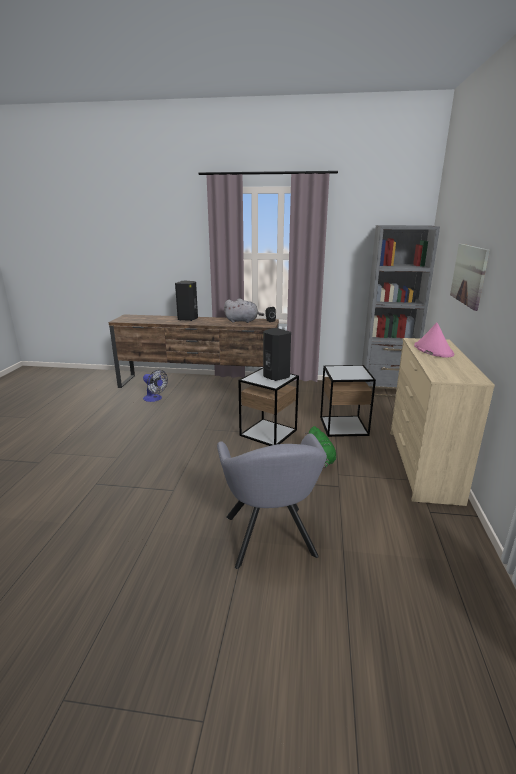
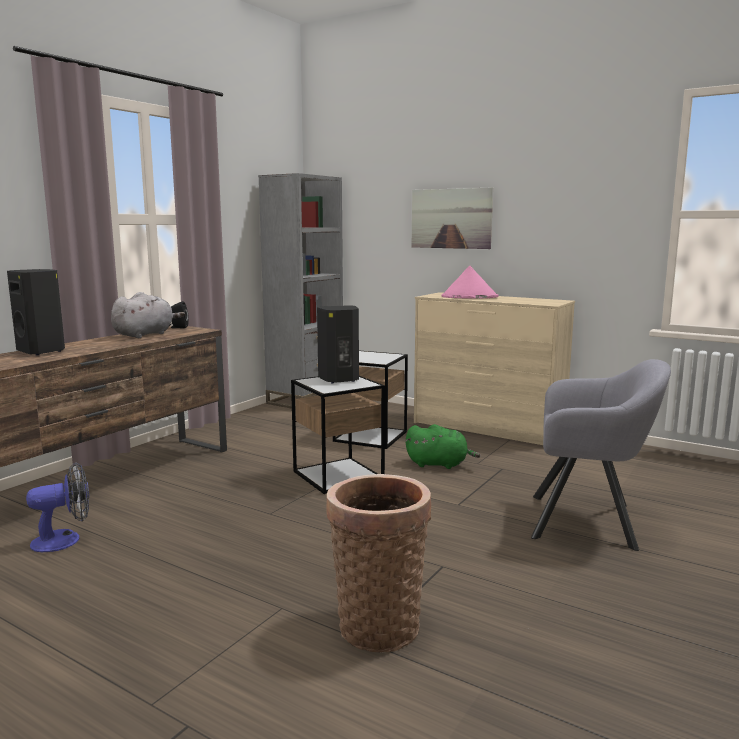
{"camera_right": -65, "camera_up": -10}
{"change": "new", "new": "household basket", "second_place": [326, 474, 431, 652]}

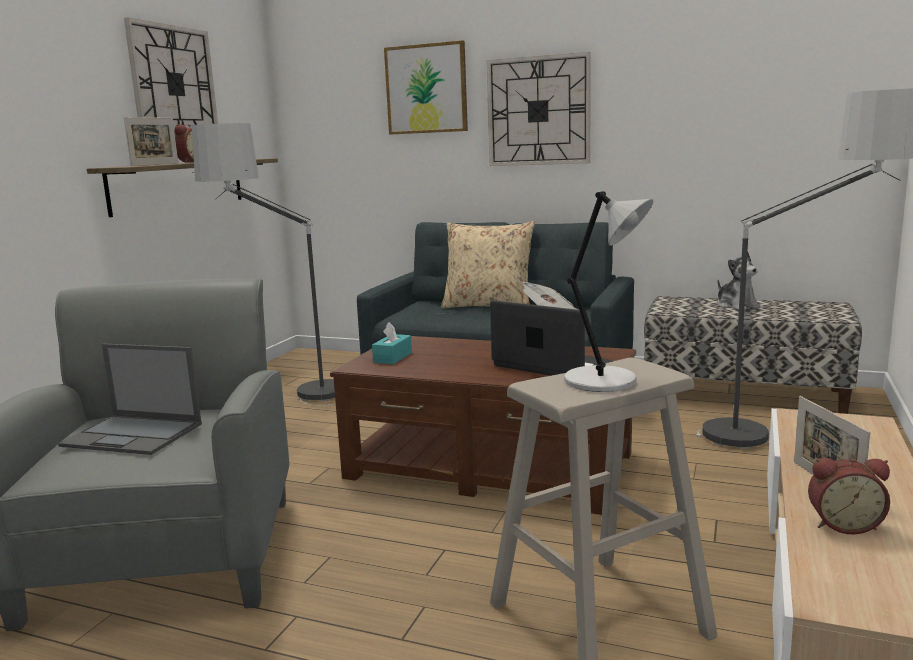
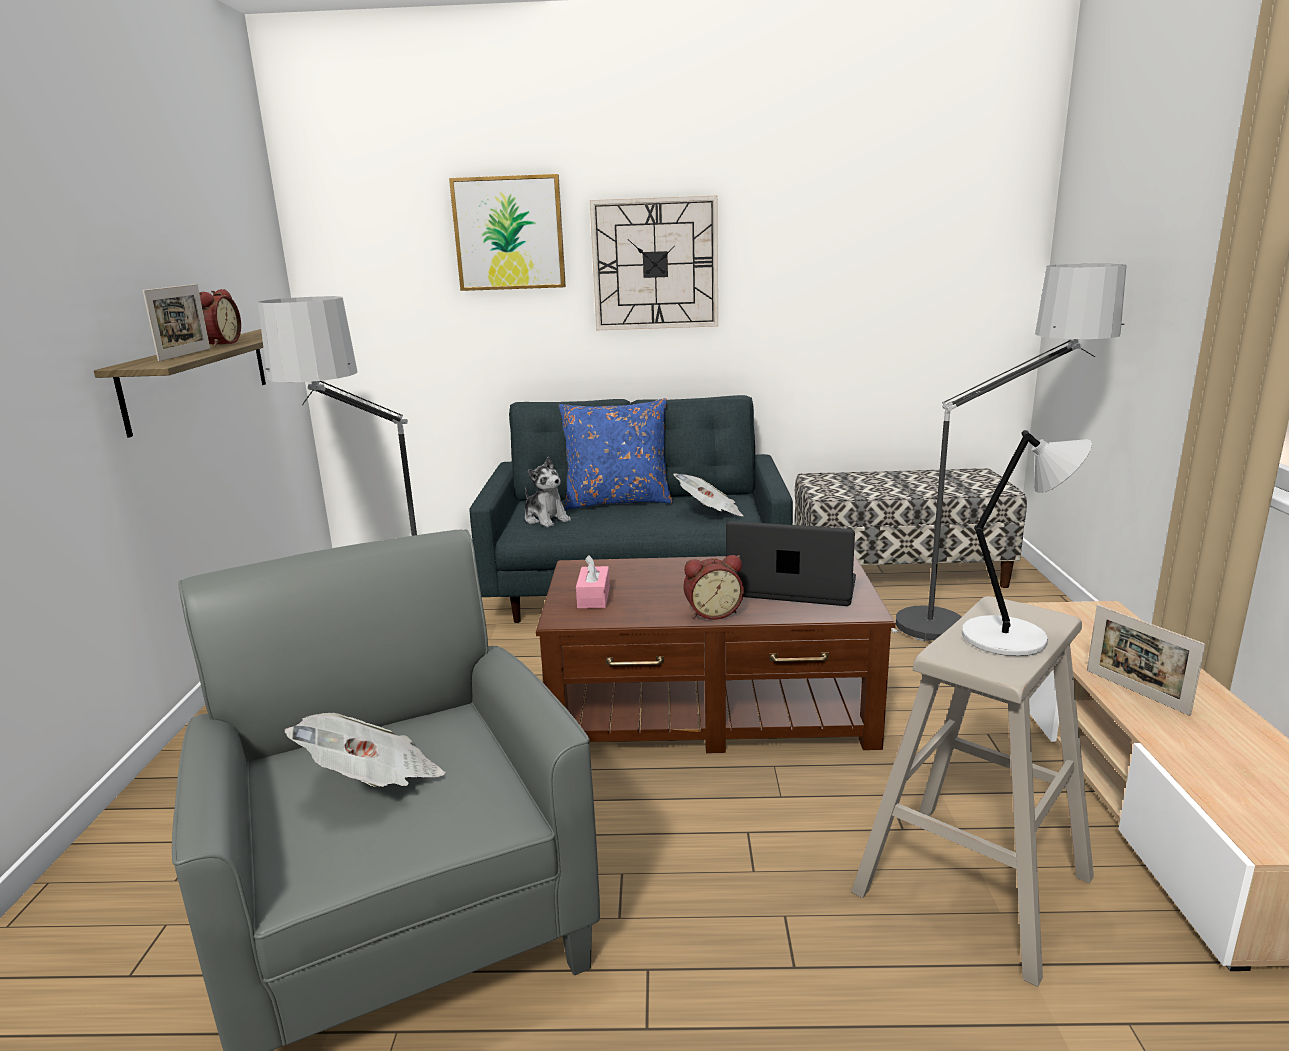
{"camera_right": -20, "camera_up": 5}
{"change": "gone", "old": "wall clock", "first_place": [124, 17, 218, 132]}
{"change": "repainted", "old": "cushion (beige)", "new": "cushion (bluish)", "first_place": [441, 221, 535, 308], "second_place": [559, 398, 673, 510]}
{"change": "shifted", "old": "soft toy", "first_place": [717, 251, 761, 310], "second_place": [525, 456, 571, 527]}
{"change": "repainted", "old": "tissue holder (turquoise)", "new": "tissue holder (pink-coloured)", "first_place": [372, 322, 412, 364], "second_place": [576, 555, 610, 609]}
{"change": "swapped", "old": "notebook computer", "new": "daily paper", "first_place": [58, 344, 202, 455], "second_place": [285, 713, 445, 788]}
{"change": "shifted", "old": "bedside clock", "first_place": [808, 458, 890, 534], "second_place": [684, 555, 744, 620]}

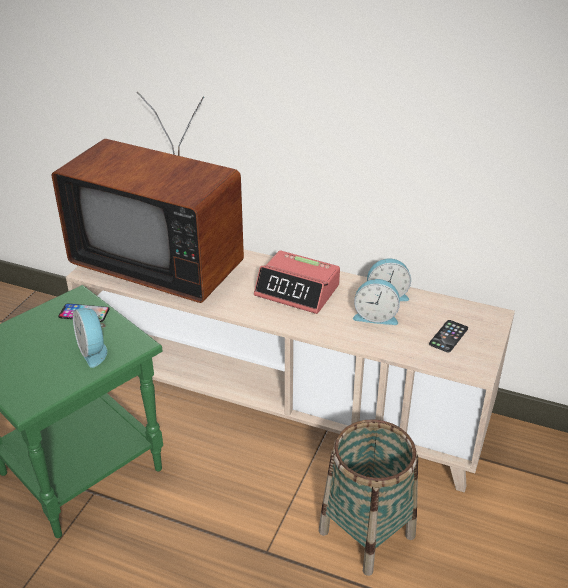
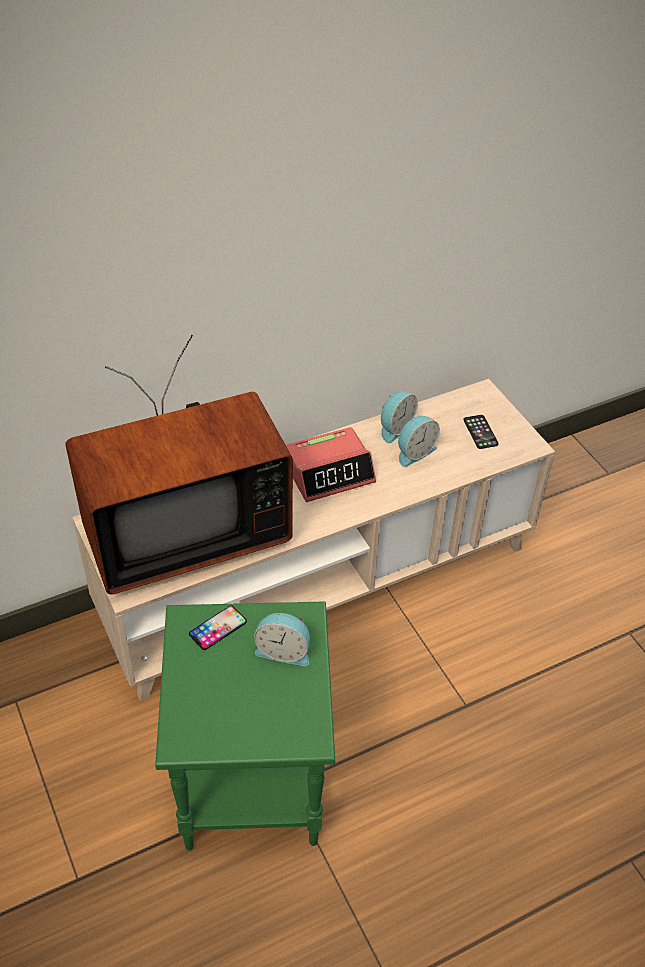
{"camera_right": -50, "camera_up": 10}
{"change": "gone", "old": "household basket", "first_place": [319, 419, 418, 576]}

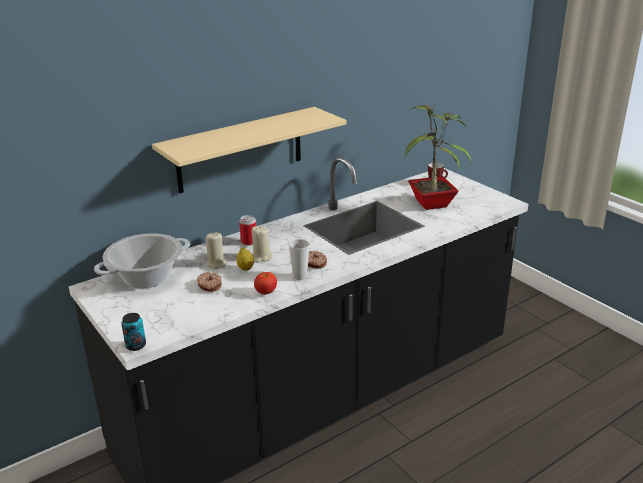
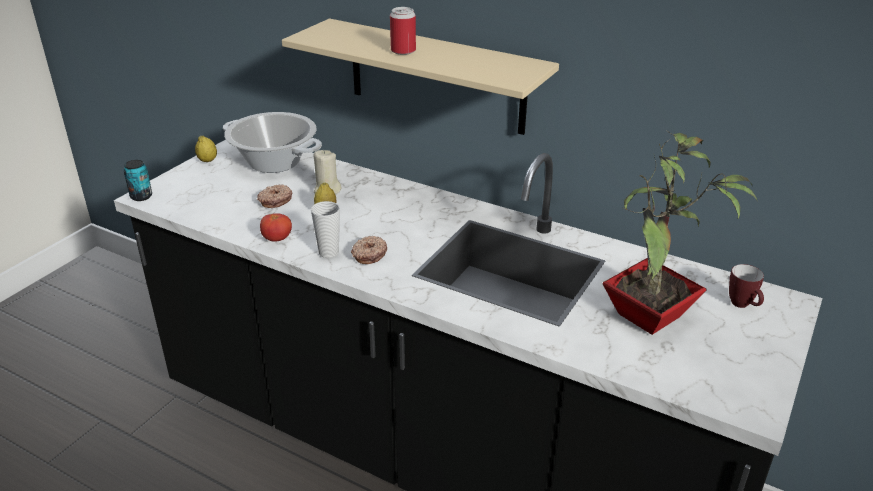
{"camera_right": 65, "camera_up": 5}
{"change": "shifted", "old": "metal can", "first_place": [239, 215, 256, 245], "second_place": [390, 7, 416, 55]}
{"change": "gone", "old": "wax candle (beige)", "first_place": [252, 226, 273, 263]}
{"change": "new", "new": "lemon", "second_place": [195, 136, 217, 162]}

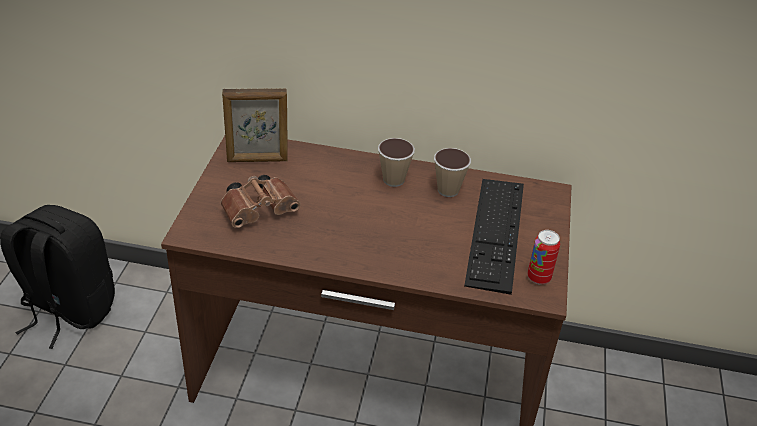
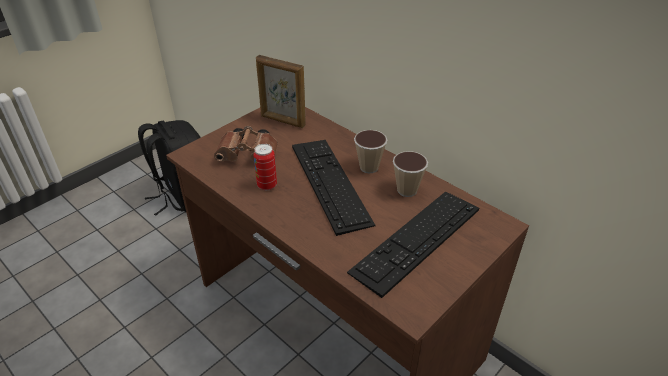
{"camera_right": 35, "camera_up": 0}
{"change": "shifted", "old": "metal can", "first_place": [527, 230, 560, 285], "second_place": [253, 144, 277, 191]}
{"change": "new", "new": "keyboard", "second_place": [292, 140, 375, 236]}

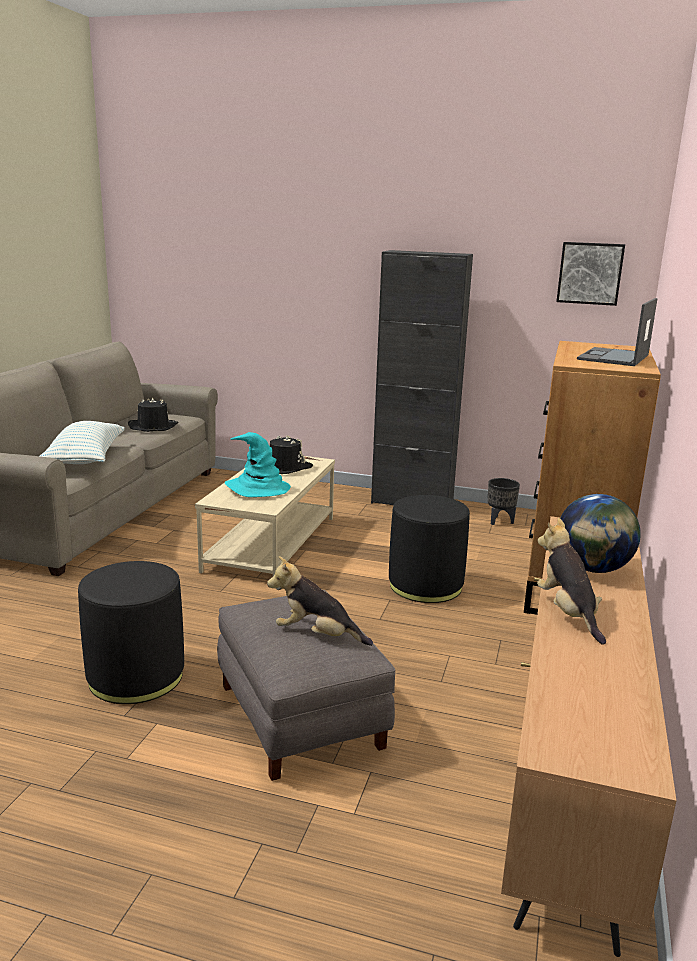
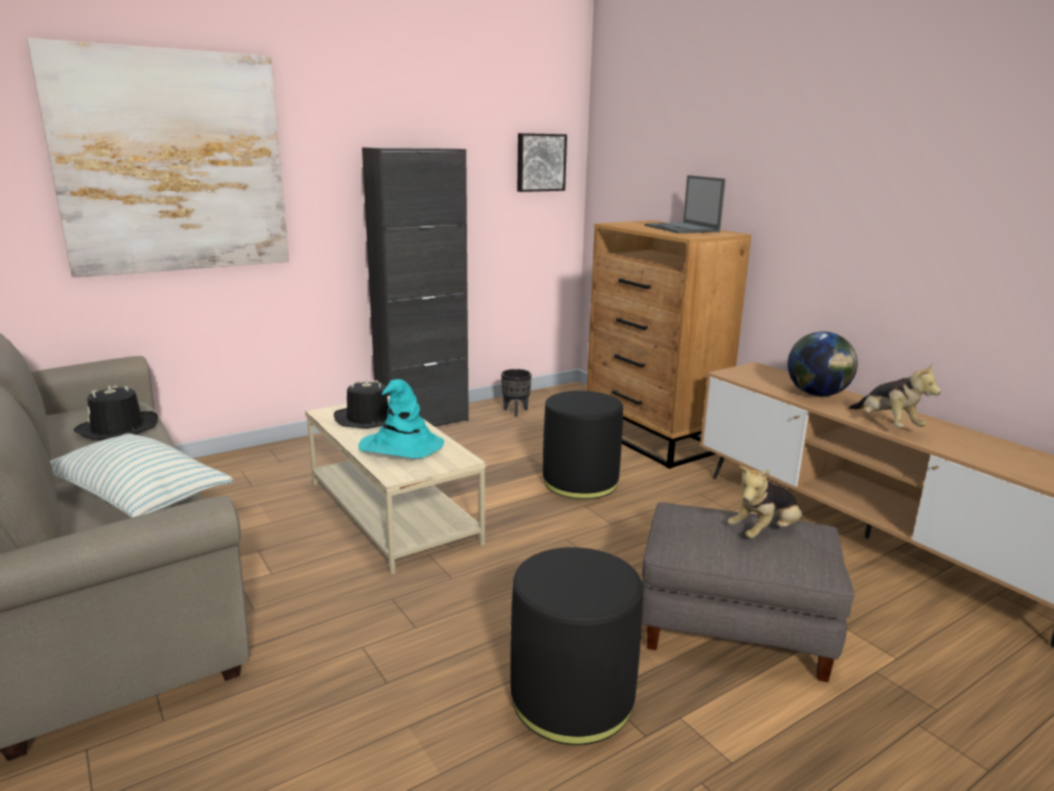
{"camera_right": -50, "camera_up": 0}
{"change": "rotated", "old": "soft toy", "first_place": [537, 518, 606, 645], "second_place": [849, 363, 941, 427], "degrees": -135}
{"change": "new", "new": "wall art", "second_place": [27, 38, 289, 278]}

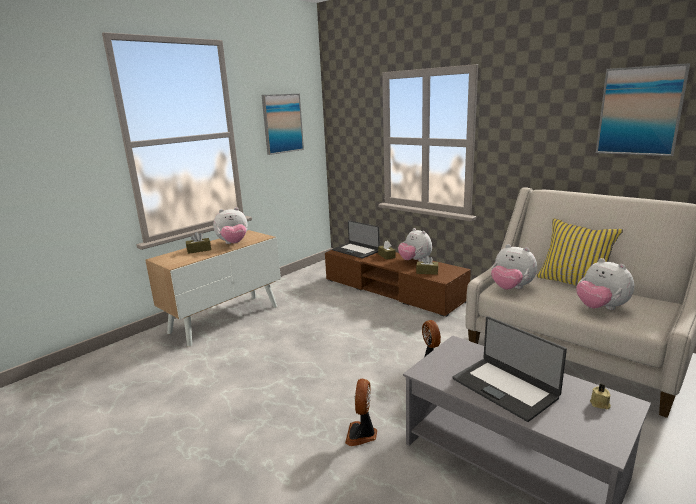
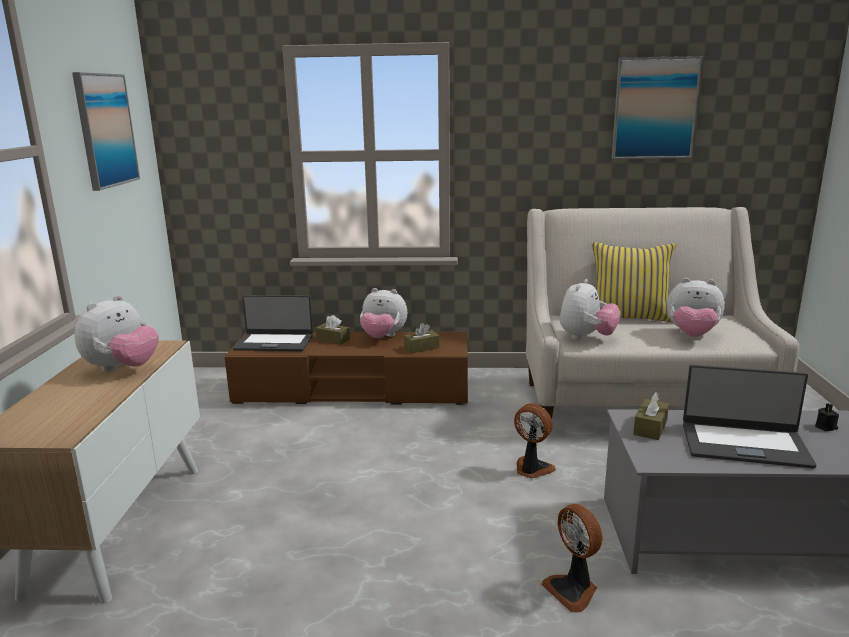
{"camera_right": -40, "camera_up": 0}
{"change": "shifted", "old": "tissue holder (brown)", "first_place": [186, 232, 211, 254], "second_place": [633, 392, 669, 440]}
{"change": "rotated", "old": "soft toy", "first_place": [491, 244, 537, 290], "second_place": [560, 279, 621, 340], "degrees": -60}
{"change": "repainted", "old": "wax candle (beige)", "new": "wax candle (blackish)", "first_place": [590, 384, 611, 409], "second_place": [815, 404, 839, 431]}

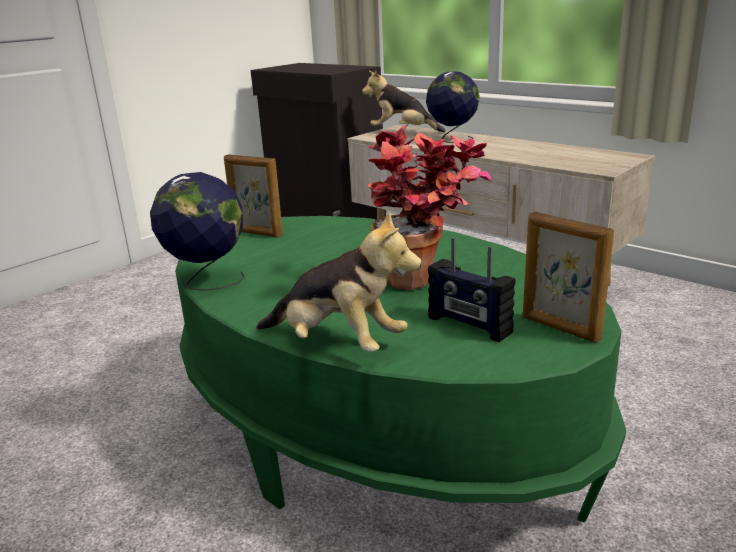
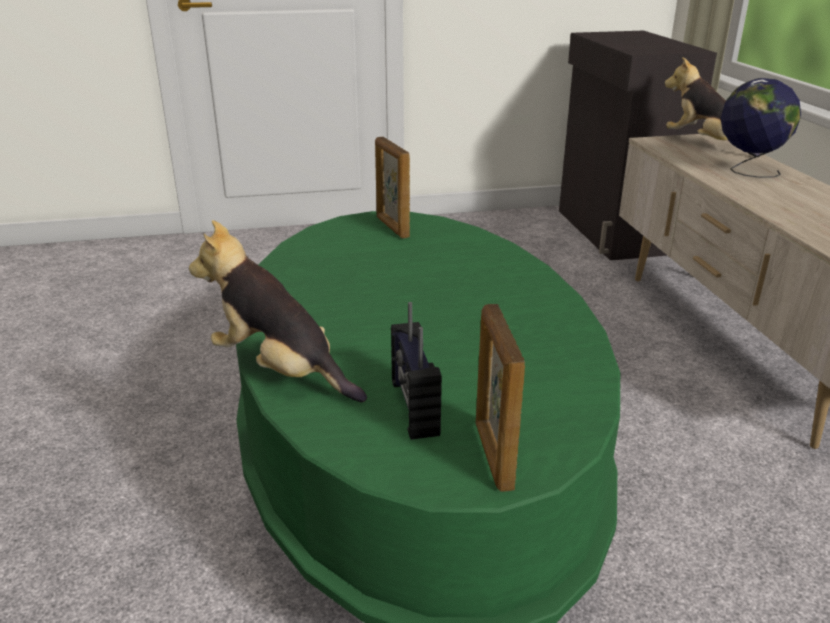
{"camera_right": 35, "camera_up": 5}
{"change": "gone", "old": "houseplant", "first_place": [367, 124, 491, 290]}
{"change": "gone", "old": "globe", "first_place": [150, 172, 245, 291]}
{"change": "rotated", "old": "soft toy", "first_place": [256, 210, 422, 352], "second_place": [189, 220, 367, 402], "degrees": 150}

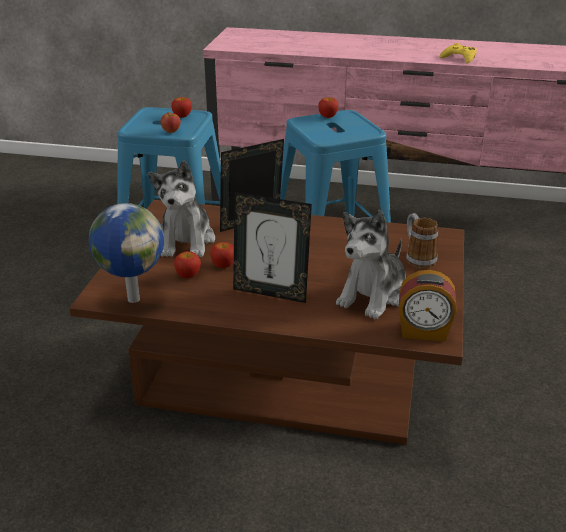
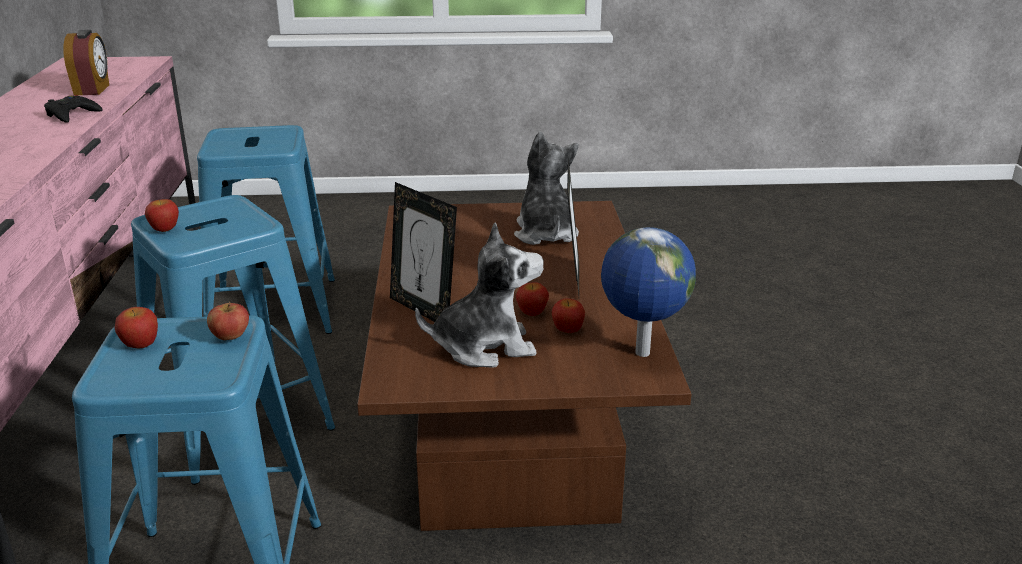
{"camera_right": -105, "camera_up": -5}
{"change": "repainted", "old": "game controller (yellow-coloured)", "new": "game controller (blackish)", "first_place": [440, 43, 477, 64], "second_place": [44, 95, 102, 123]}
{"change": "rotated", "old": "soft toy", "first_place": [336, 210, 405, 319], "second_place": [514, 132, 579, 245], "degrees": -120}
{"change": "gone", "old": "coffee mug", "first_place": [406, 213, 438, 268]}
{"change": "shifted", "old": "bedside clock", "first_place": [399, 270, 457, 342], "second_place": [63, 30, 109, 95]}
{"change": "new", "new": "sitting stool (bluish)", "second_place": [197, 125, 335, 334]}

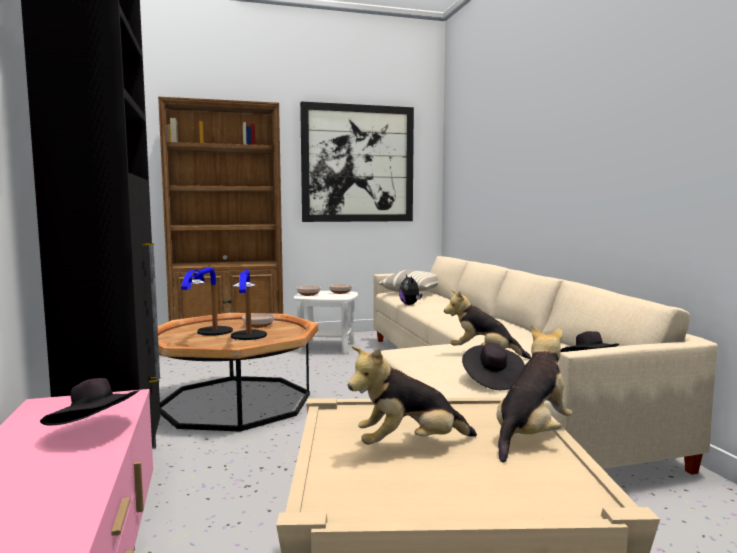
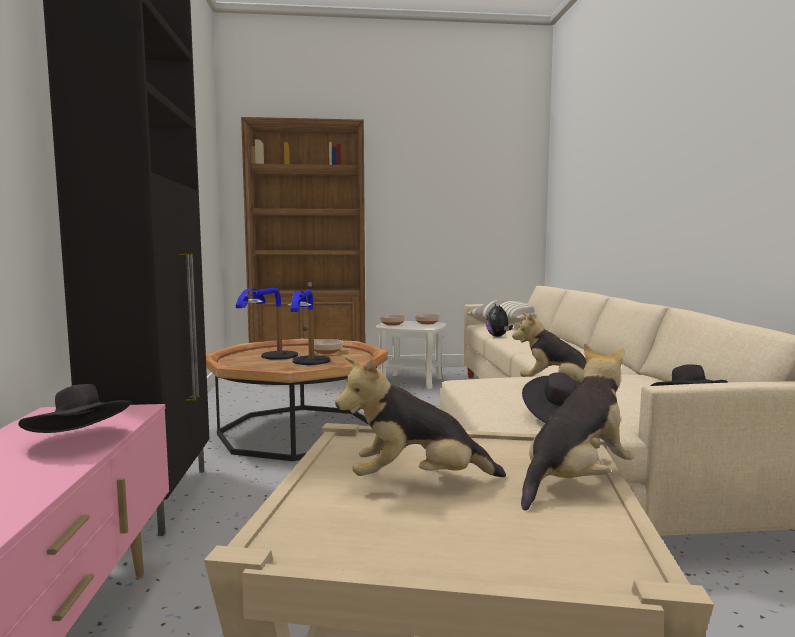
{"camera_right": 10, "camera_up": 0}
{"change": "gone", "old": "wall art", "first_place": [300, 101, 414, 222]}

